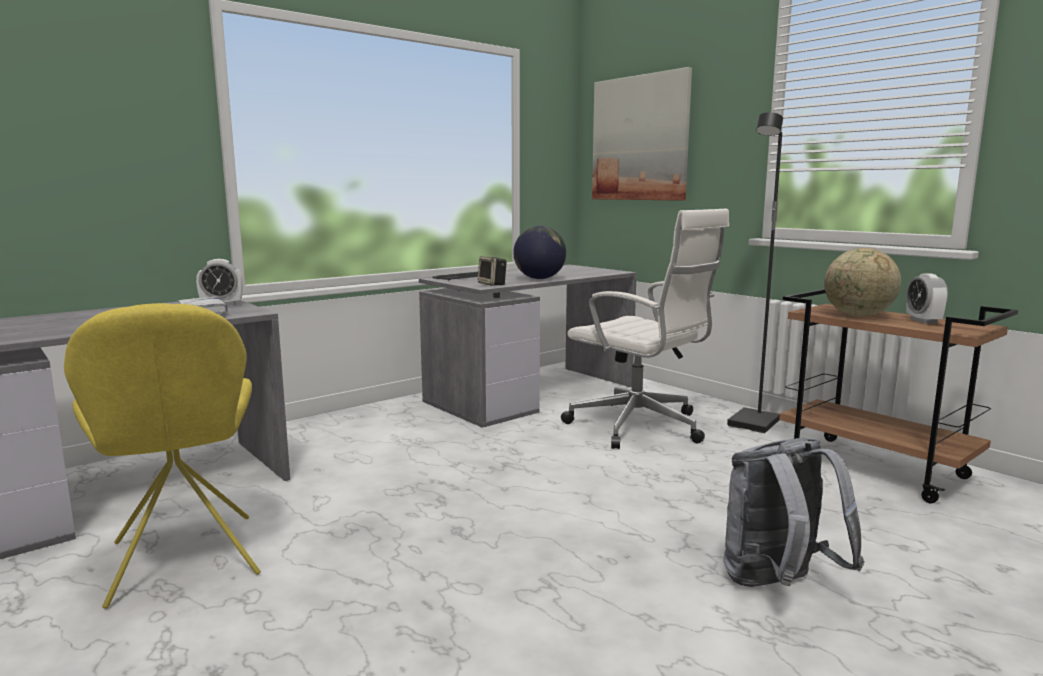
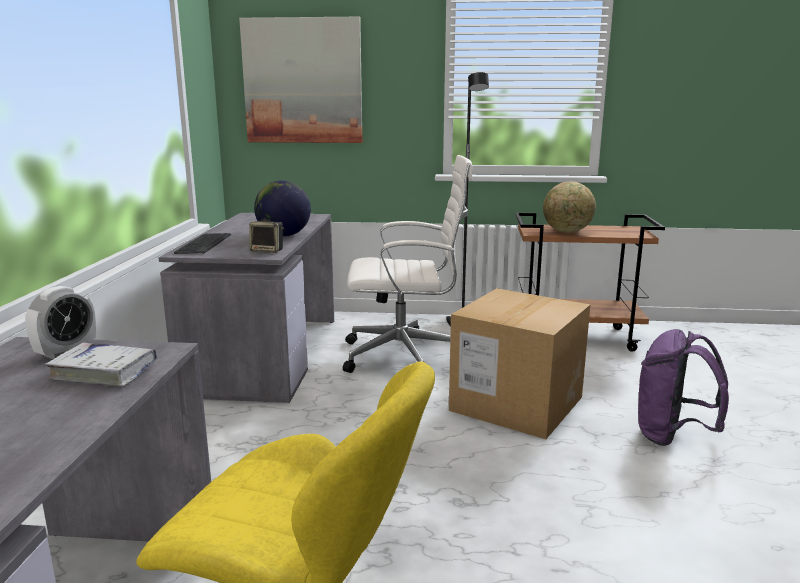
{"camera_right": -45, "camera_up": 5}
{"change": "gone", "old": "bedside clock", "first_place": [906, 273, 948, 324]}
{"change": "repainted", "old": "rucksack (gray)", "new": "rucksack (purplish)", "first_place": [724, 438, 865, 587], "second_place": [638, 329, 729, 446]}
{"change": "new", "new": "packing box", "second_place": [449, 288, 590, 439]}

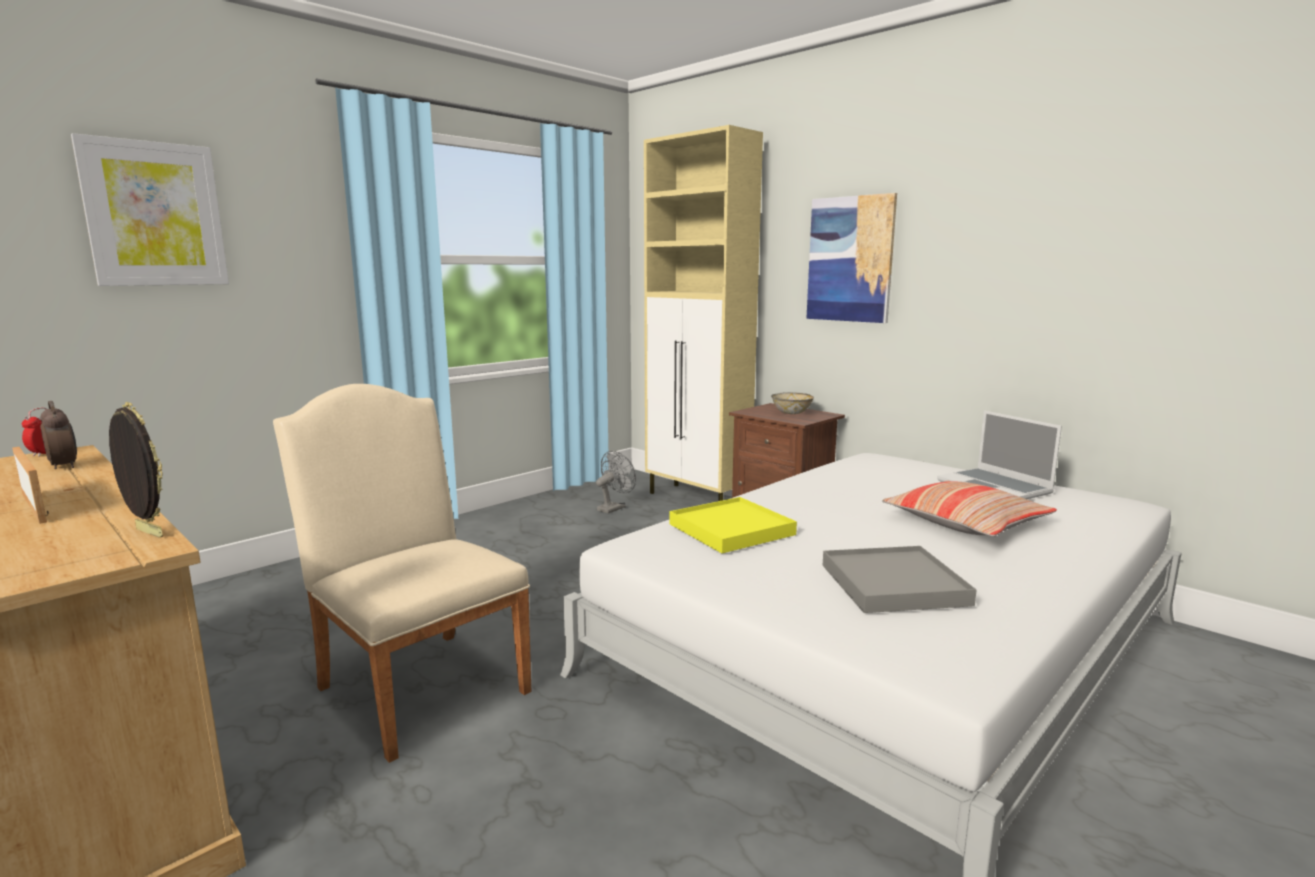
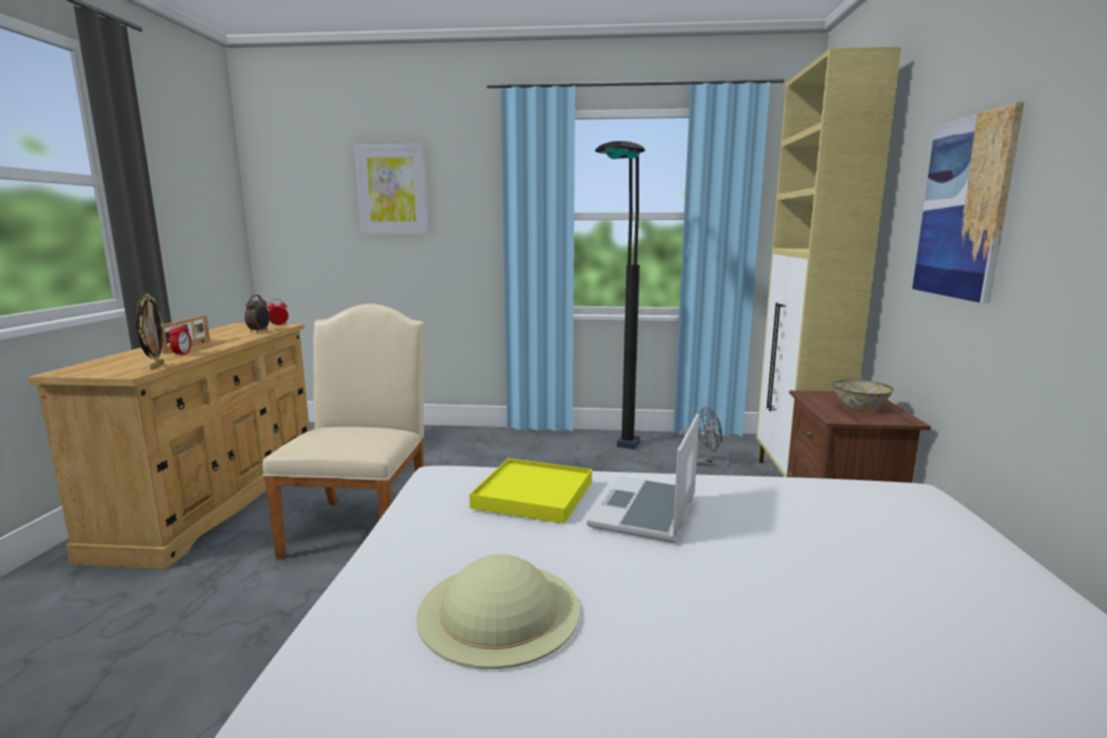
{"camera_right": 50, "camera_up": 0}
{"change": "shifted", "old": "notebook computer", "first_place": [937, 410, 1062, 499], "second_place": [587, 414, 699, 543]}
{"change": "gone", "old": "cushion", "first_place": [882, 481, 1057, 537]}
{"change": "swapped", "old": "carrying tray (gray)", "new": "hat (beige)", "first_place": [823, 546, 977, 613], "second_place": [416, 554, 580, 669]}
{"change": "new", "new": "floor lamp (blackish)", "second_place": [595, 141, 645, 449]}
{"change": "new", "new": "bedside clock", "second_place": [169, 321, 191, 356]}

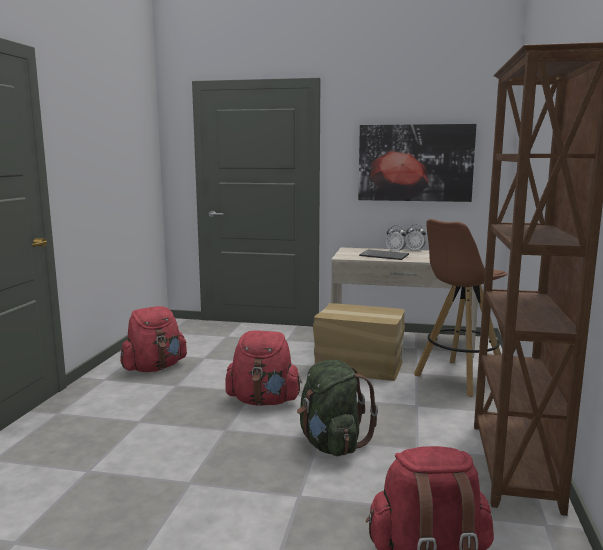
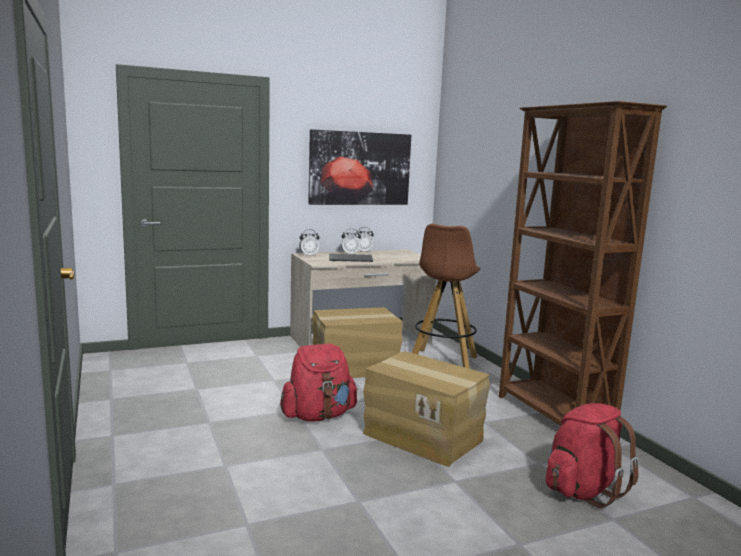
{"camera_right": -35, "camera_up": 0}
{"change": "gone", "old": "rucksack (red-coloured)", "first_place": [120, 306, 187, 372]}
{"change": "swapped", "old": "rucksack (green-coloured)", "new": "packing box", "first_place": [297, 360, 378, 456], "second_place": [363, 351, 490, 467]}
{"change": "new", "new": "bedside clock", "second_place": [299, 229, 319, 256]}

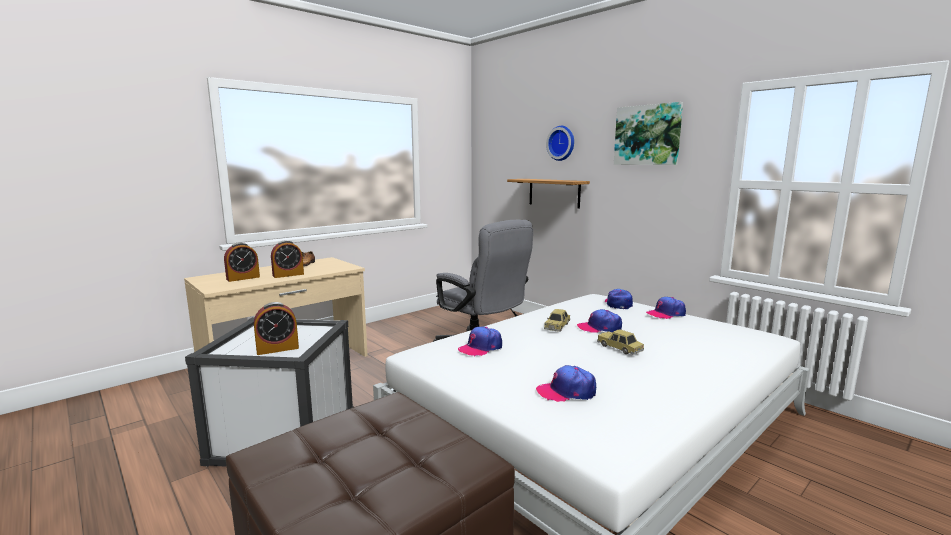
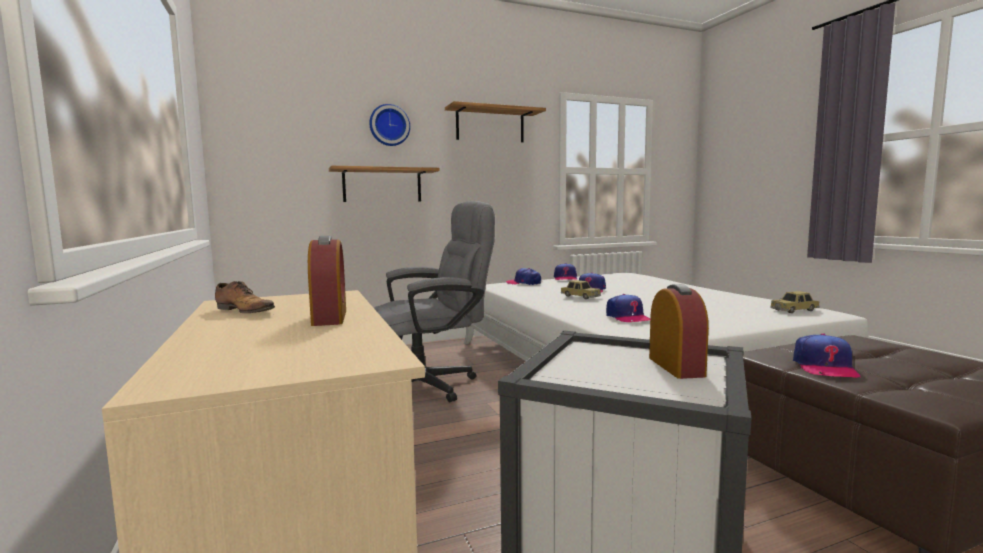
{"camera_right": -70, "camera_up": -5}
{"change": "swapped", "old": "wall art", "new": "wall shelf", "first_place": [614, 102, 683, 165], "second_place": [445, 101, 546, 142]}
{"change": "gone", "old": "bedside clock", "first_place": [224, 243, 260, 282]}
{"change": "shifted", "old": "toy car", "first_place": [597, 329, 644, 355], "second_place": [770, 291, 819, 313]}
{"change": "shifted", "old": "cap", "first_place": [536, 365, 596, 402], "second_place": [793, 333, 861, 378]}

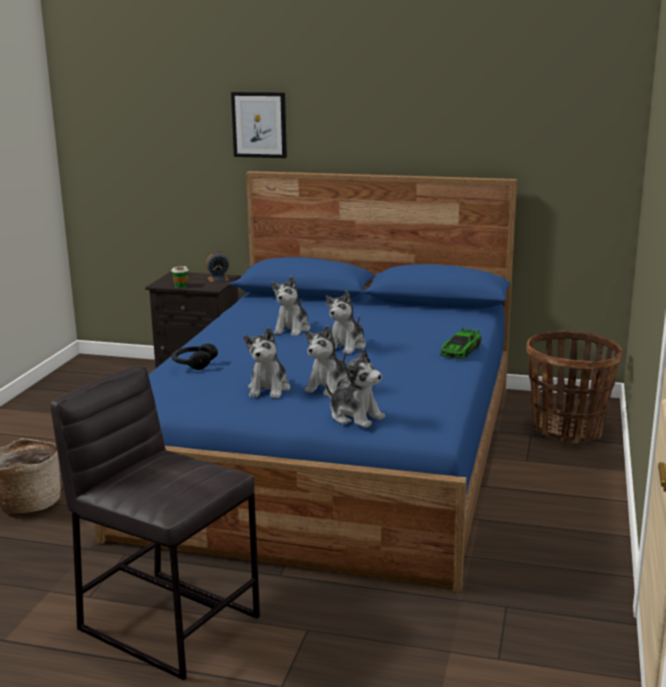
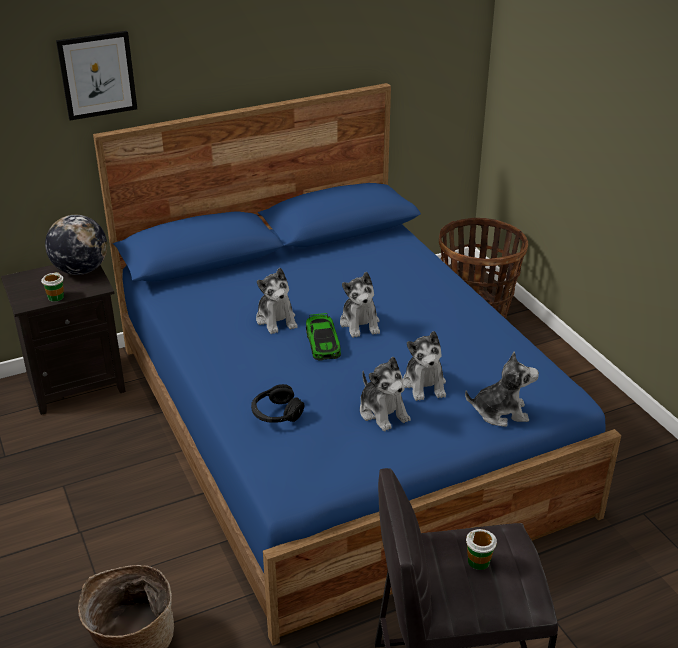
{"camera_right": -40, "camera_up": 15}
{"change": "swapped", "old": "bedside clock", "new": "globe", "first_place": [206, 251, 229, 282], "second_place": [45, 215, 107, 275]}
{"change": "shifted", "old": "toy car", "first_place": [440, 327, 482, 359], "second_place": [306, 313, 341, 361]}
{"change": "new", "new": "drinking cup", "second_place": [466, 529, 497, 570]}

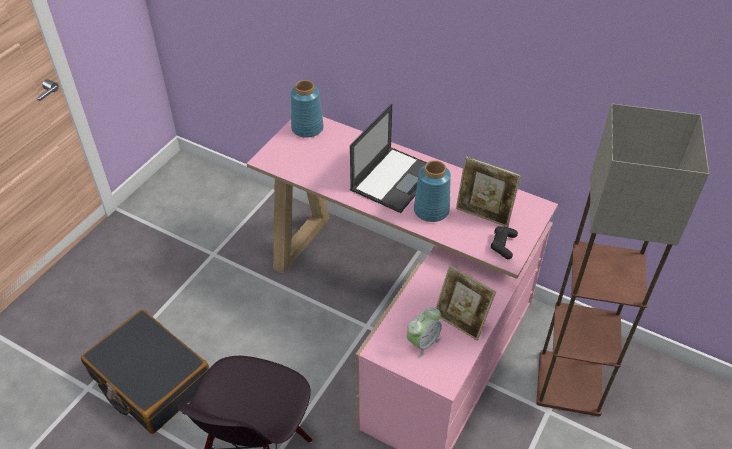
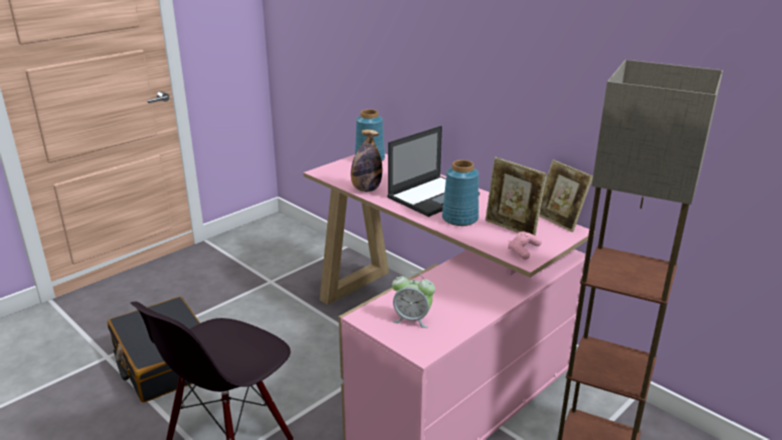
{"camera_right": 15, "camera_up": -20}
{"change": "repainted", "old": "game controller (blackish)", "new": "game controller (pink-coloured)", "first_place": [491, 226, 518, 259], "second_place": [508, 231, 542, 260]}
{"change": "shifted", "old": "picture frame", "first_place": [436, 265, 496, 341], "second_place": [539, 160, 593, 232]}
{"change": "rotated", "old": "bedside clock", "first_place": [407, 307, 442, 358], "second_place": [392, 272, 435, 328], "degrees": 45}
{"change": "new", "new": "bottle", "second_place": [351, 129, 382, 192]}

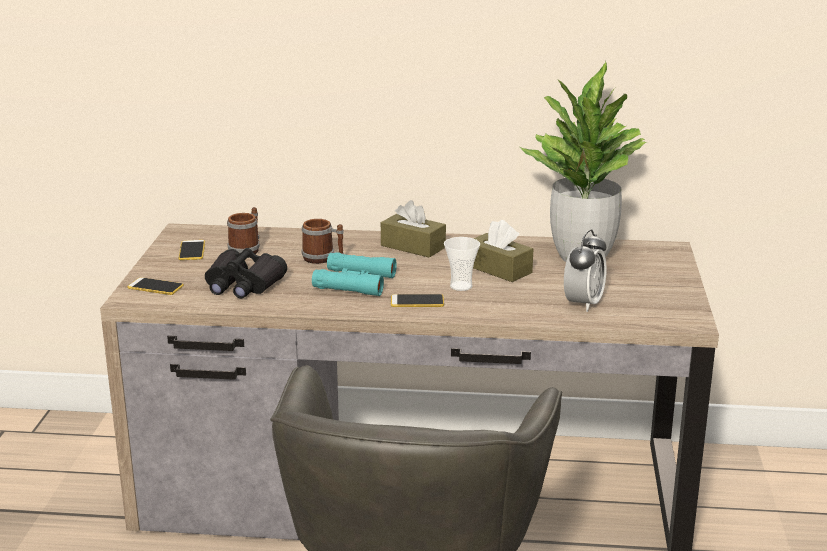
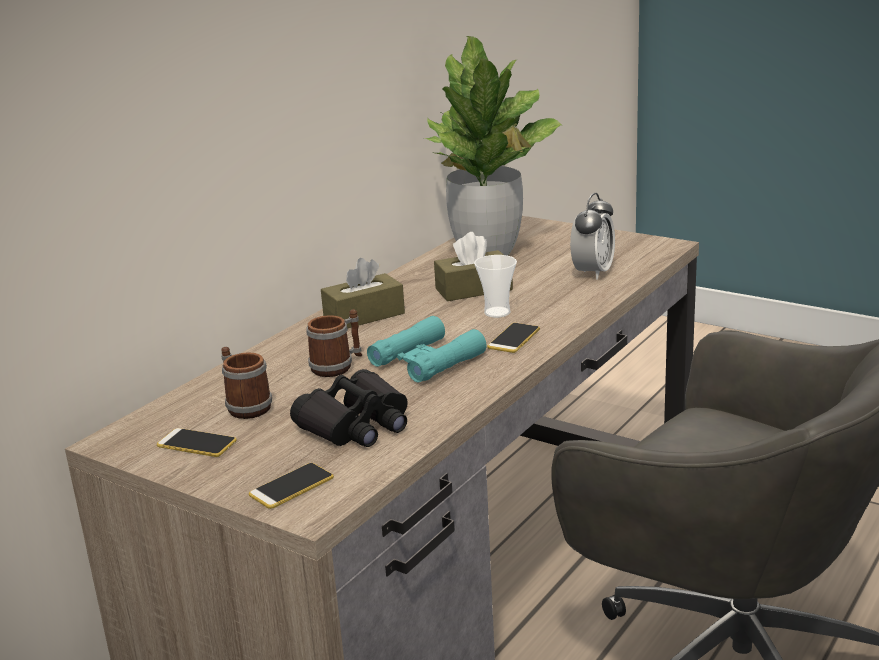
{"camera_right": -60, "camera_up": 0}
{"change": "rotated", "old": "bedside clock", "first_place": [564, 229, 607, 312], "second_place": [570, 193, 615, 280], "degrees": 60}

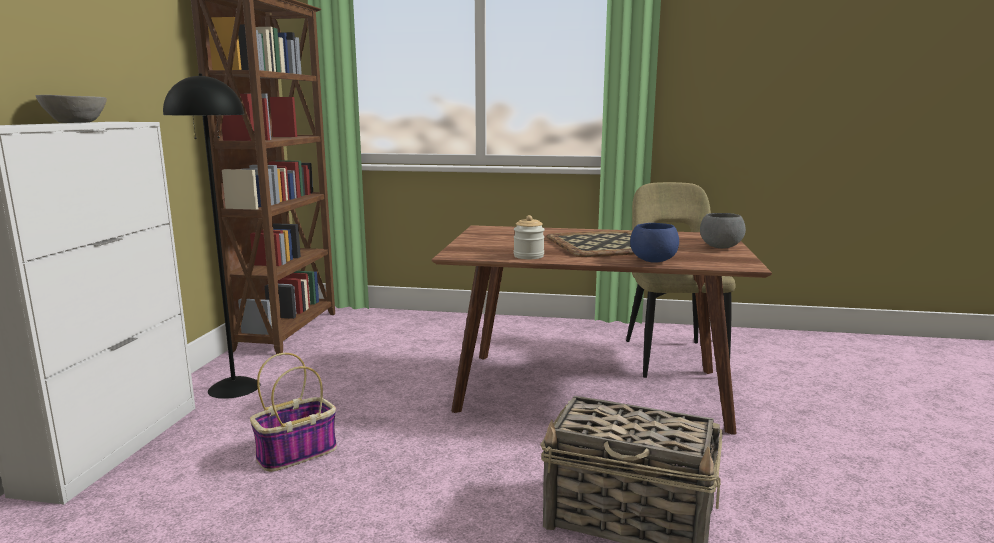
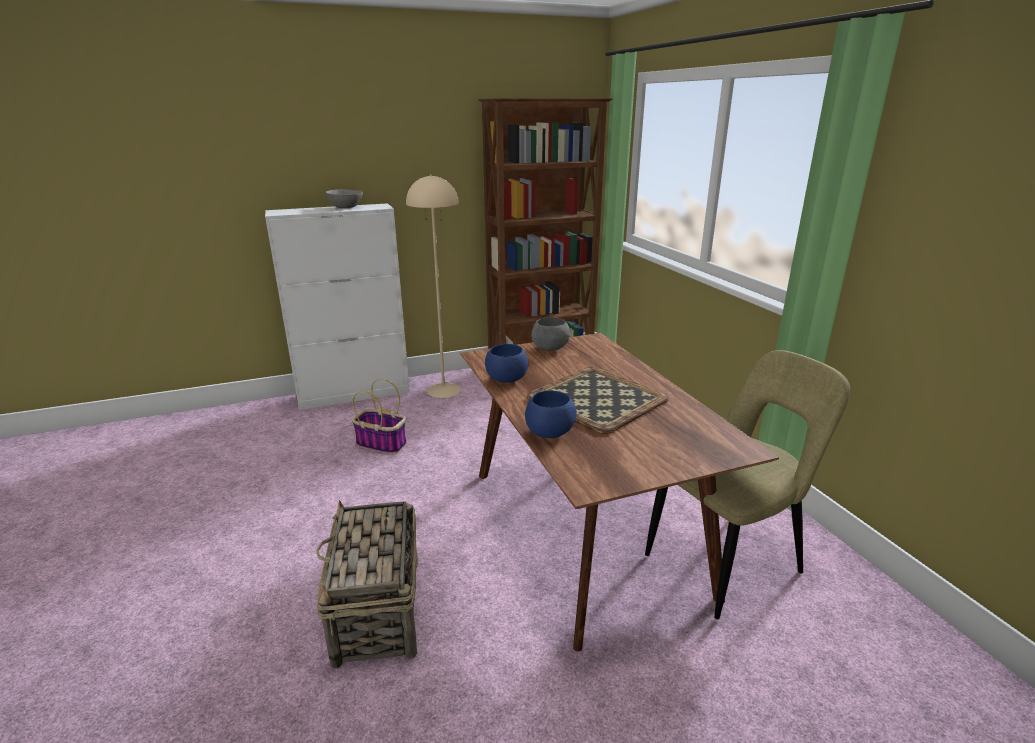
{"camera_right": 60, "camera_up": 10}
{"change": "repainted", "old": "floor lamp (blackish)", "new": "floor lamp (beige)", "first_place": [163, 74, 258, 399], "second_place": [406, 174, 461, 398]}
{"change": "shifted", "old": "deep dish (gray)", "first_place": [700, 213, 746, 248], "second_place": [531, 317, 570, 351]}
{"change": "swapped", "old": "jar", "new": "deep dish (bluish)", "first_place": [514, 215, 545, 259], "second_place": [485, 344, 528, 383]}

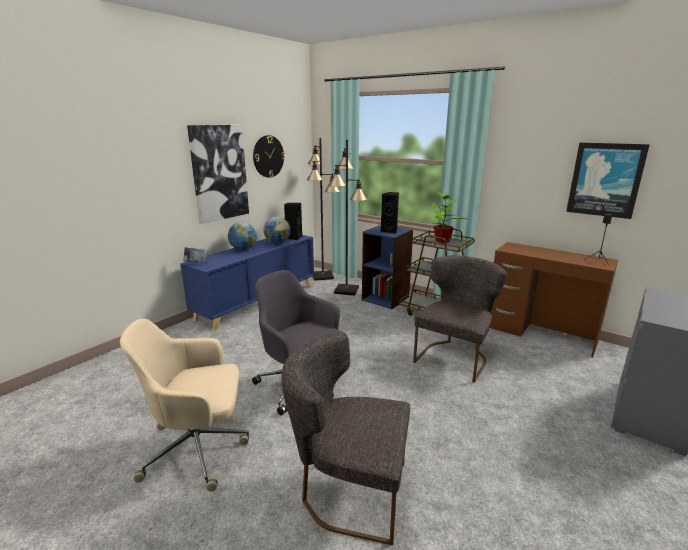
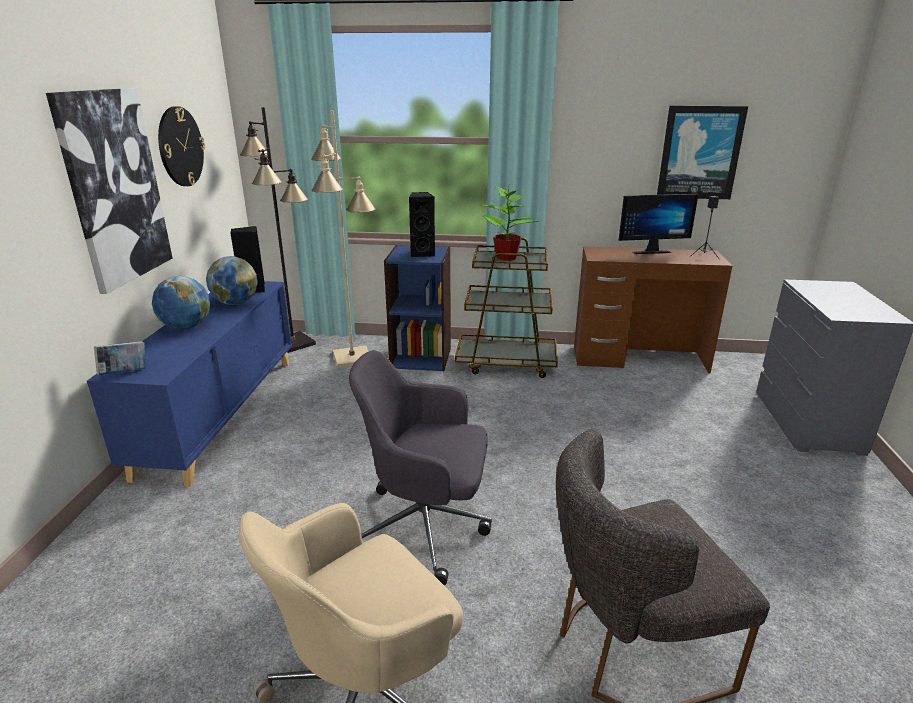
{"camera_right": -30, "camera_up": 5}
{"change": "repainted", "old": "floor lamp (blackish)", "new": "floor lamp (beige)", "first_place": [328, 140, 367, 296], "second_place": [311, 110, 376, 368]}
{"change": "gone", "old": "chair (gray)", "first_place": [413, 255, 507, 383]}
{"change": "new", "new": "computer screen", "second_place": [618, 194, 698, 254]}

